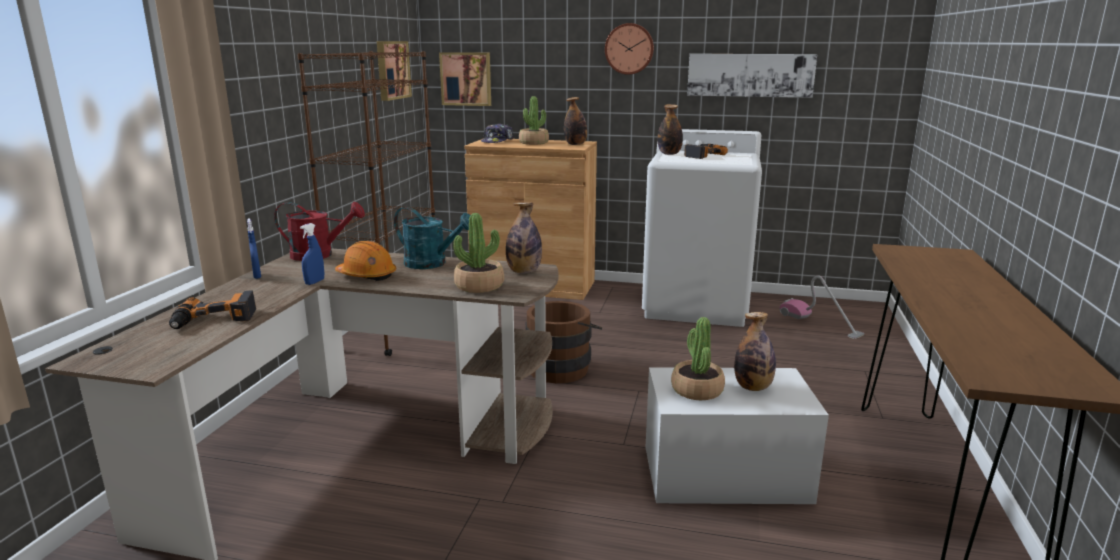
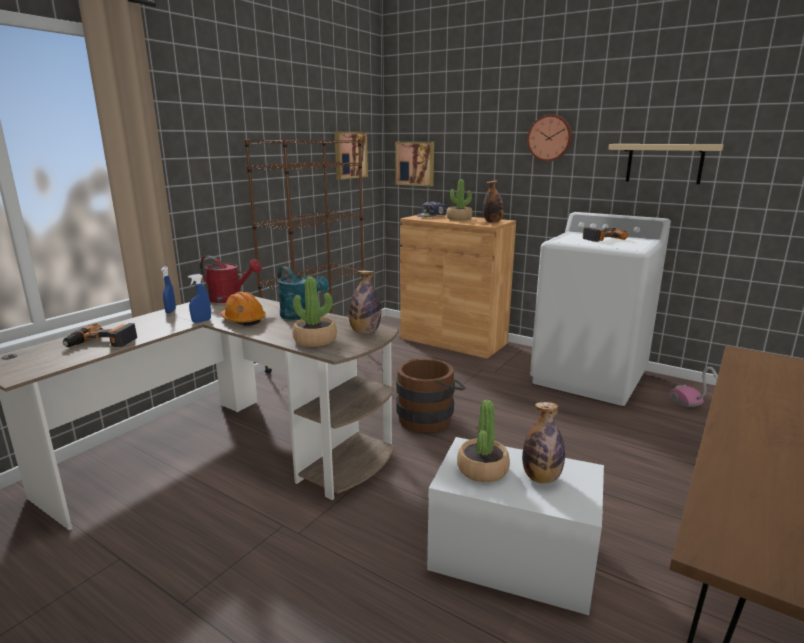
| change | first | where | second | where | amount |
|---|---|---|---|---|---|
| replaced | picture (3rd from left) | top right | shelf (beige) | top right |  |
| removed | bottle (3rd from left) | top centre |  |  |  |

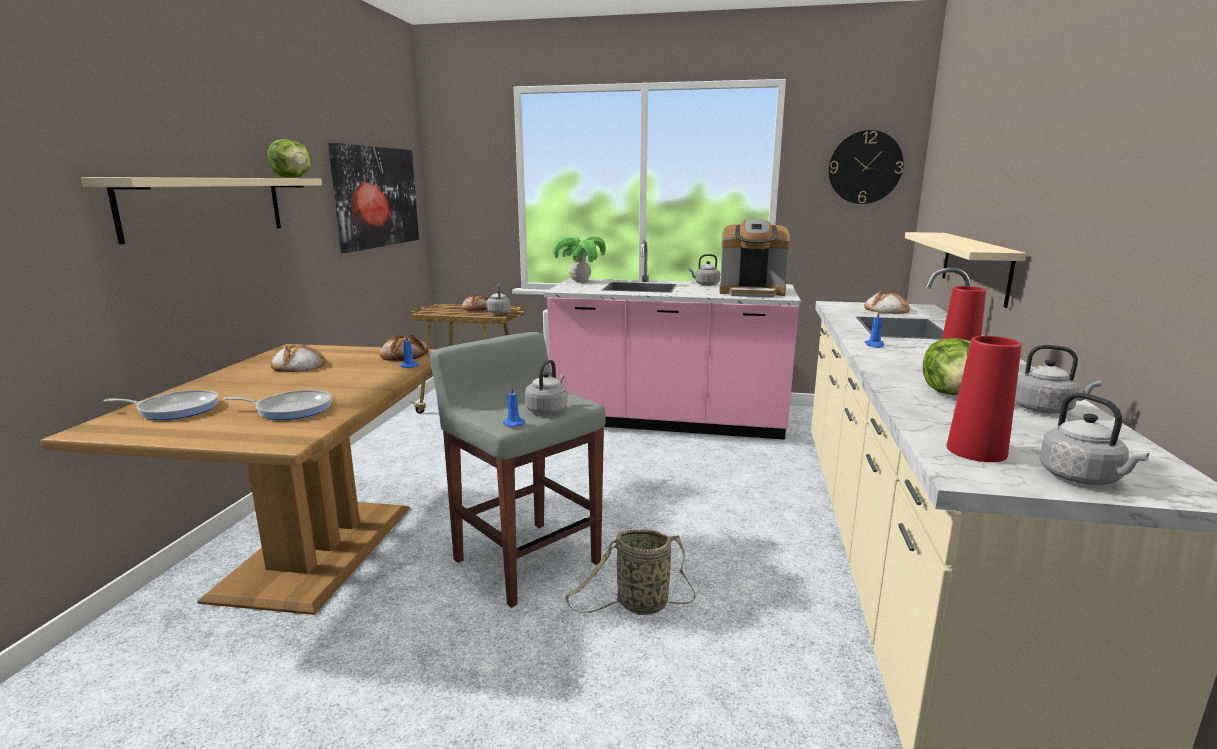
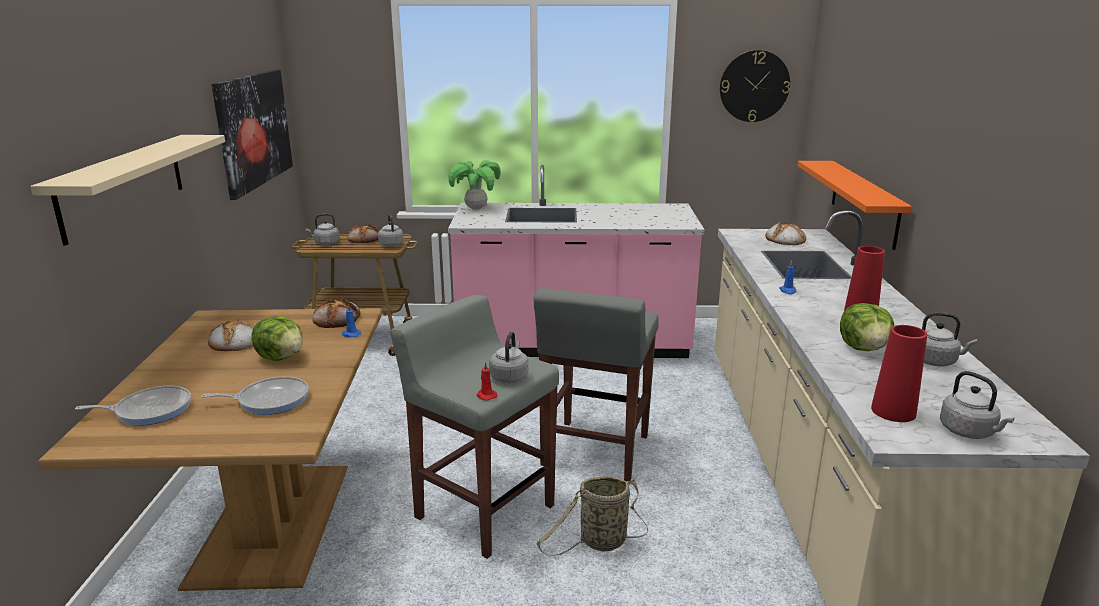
| change | first | where | second | where | amount |
|---|---|---|---|---|---|
| moved | lettuce (1st from left) | top left |  | middle left |  |
| moved | kettle (grey) (3rd from left in the first image) | centre | kettle (grey) (1st from left) | middle left |  |
| recoloured | candle (blue) (2nd from left) | centre | candle (red) | centre |  |
| added |  |  | stool (grey) (2nd from left) | centre |  |
| recoloured | shelf (beige) (2nd from left) | middle right | shelf (orange) | middle right |  |
| removed | coffee machine | centre |  |  |  |

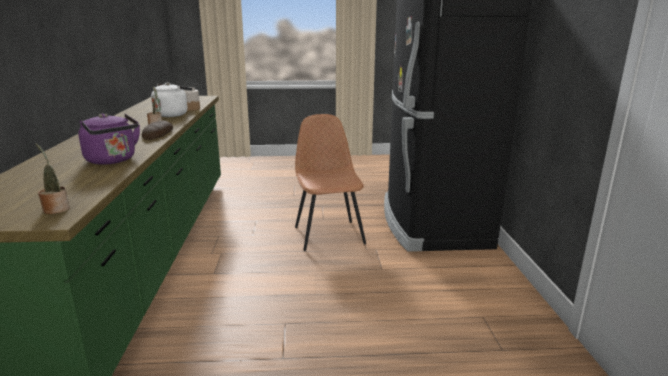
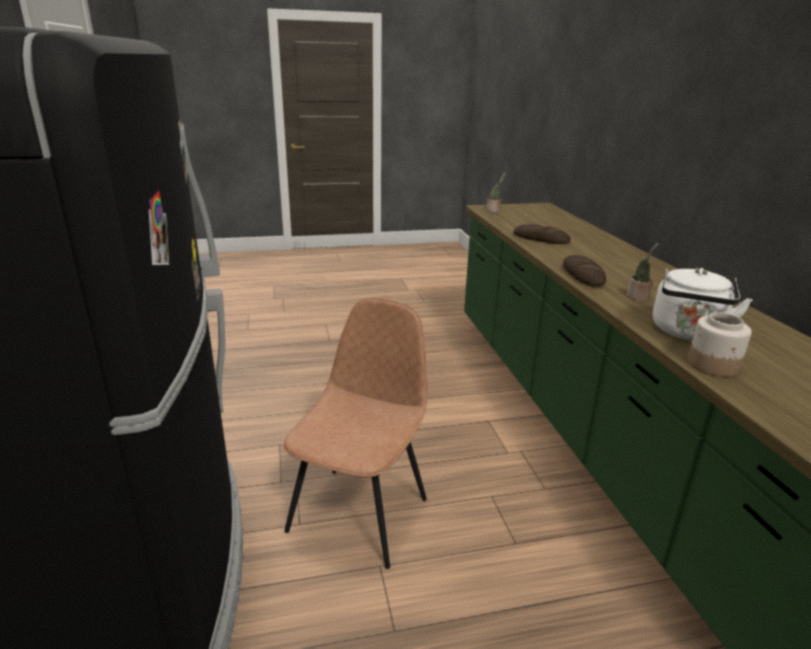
| change | first | where | second | where | amount |
|---|---|---|---|---|---|
| turned | chair (brown) | centre |  | bottom centre | 135 degrees counterclockwise |
| replaced | kettle (purple) | middle left | bread (1st from left) | middle right |  |

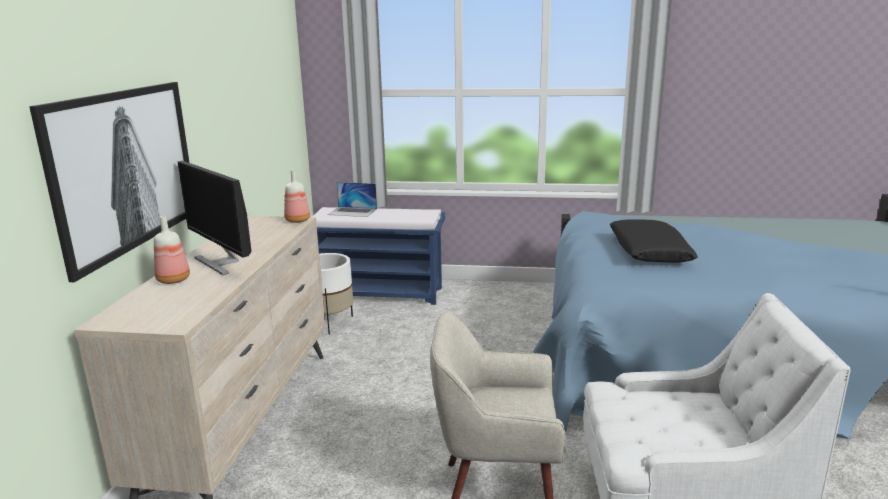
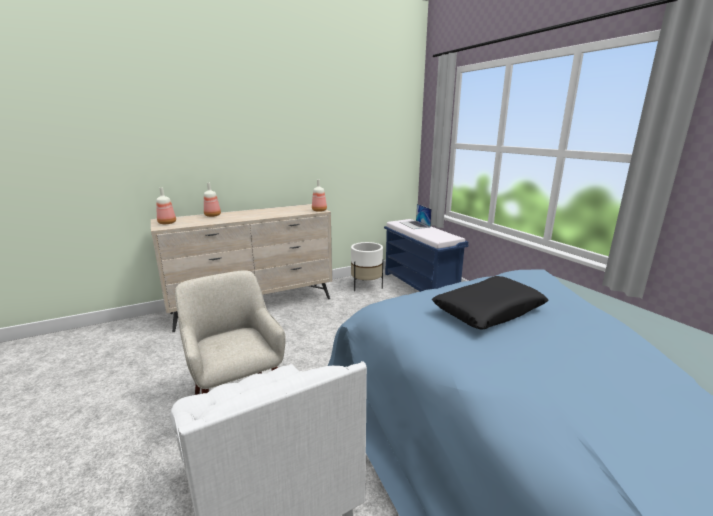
| change | first | where | second | where | amount |
|---|---|---|---|---|---|
| added |  |  | bottle (1st from left) | middle left |  |
| removed | picture | middle left |  |  |  |
| removed | monitor | middle left |  |  |  |

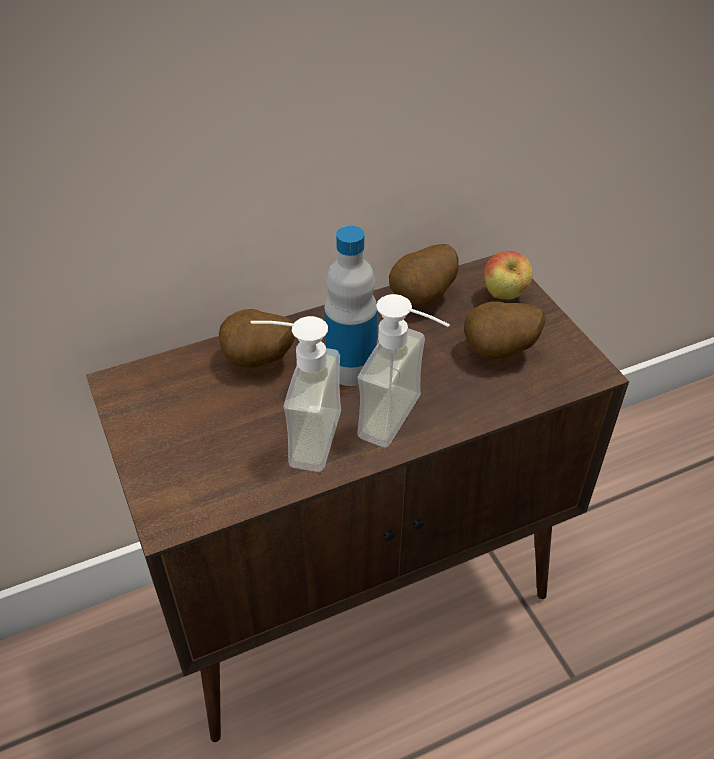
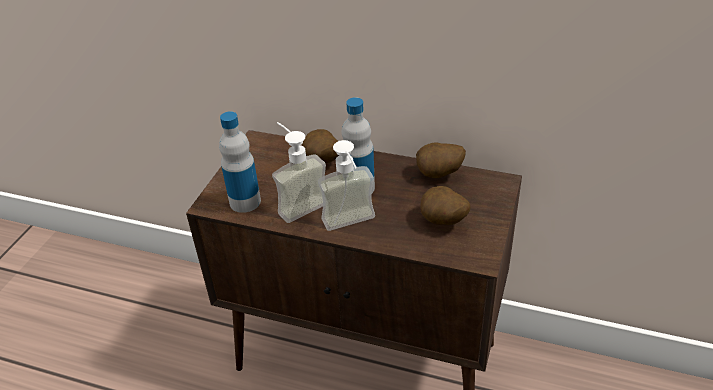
| change | first | where | second | where | amount |
|---|---|---|---|---|---|
| added |  |  | bottle (1st from left) | centre |  |
| removed | apple | middle right |  |  |  |

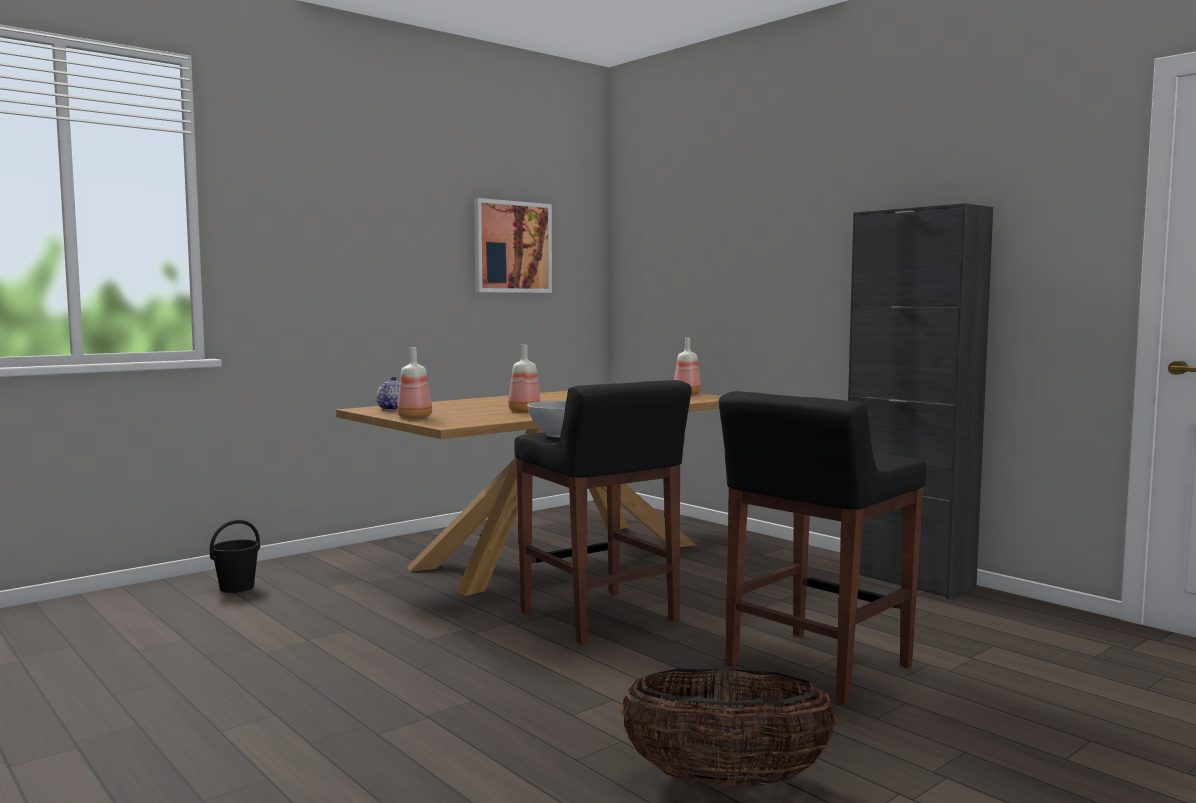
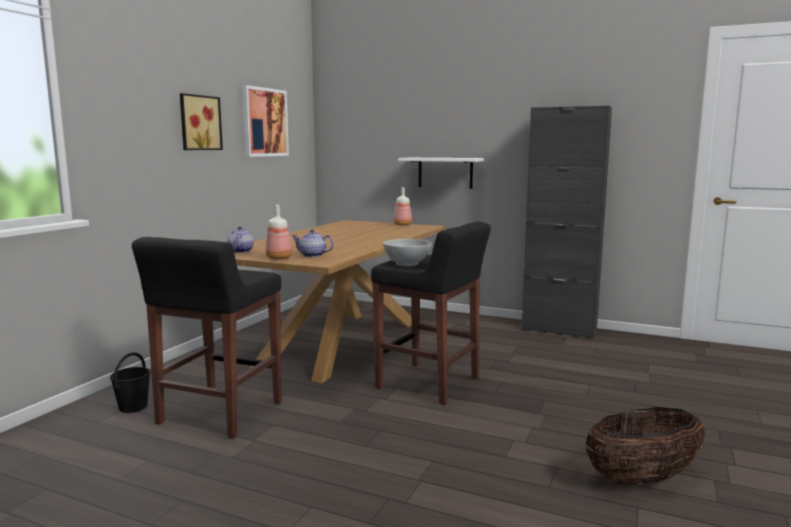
| change | first | where | second | where | amount |
|---|---|---|---|---|---|
| moved | stool (black) (2nd from left in the first image) | bottom right | stool (black) (1st from left) | middle left |  |
| added |  |  | picture (1st from left) | top left |  |
| added |  |  | teapot (2nd from left) | centre |  |
| added |  |  | shelf (white) | top centre |  |
| removed | bottle (2nd from left) | centre |  |  |  |

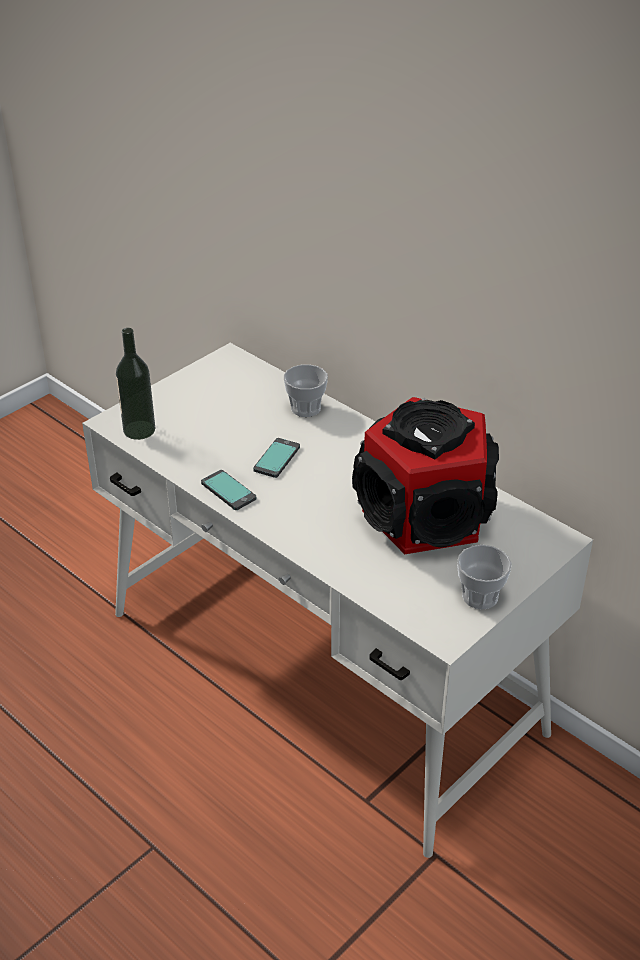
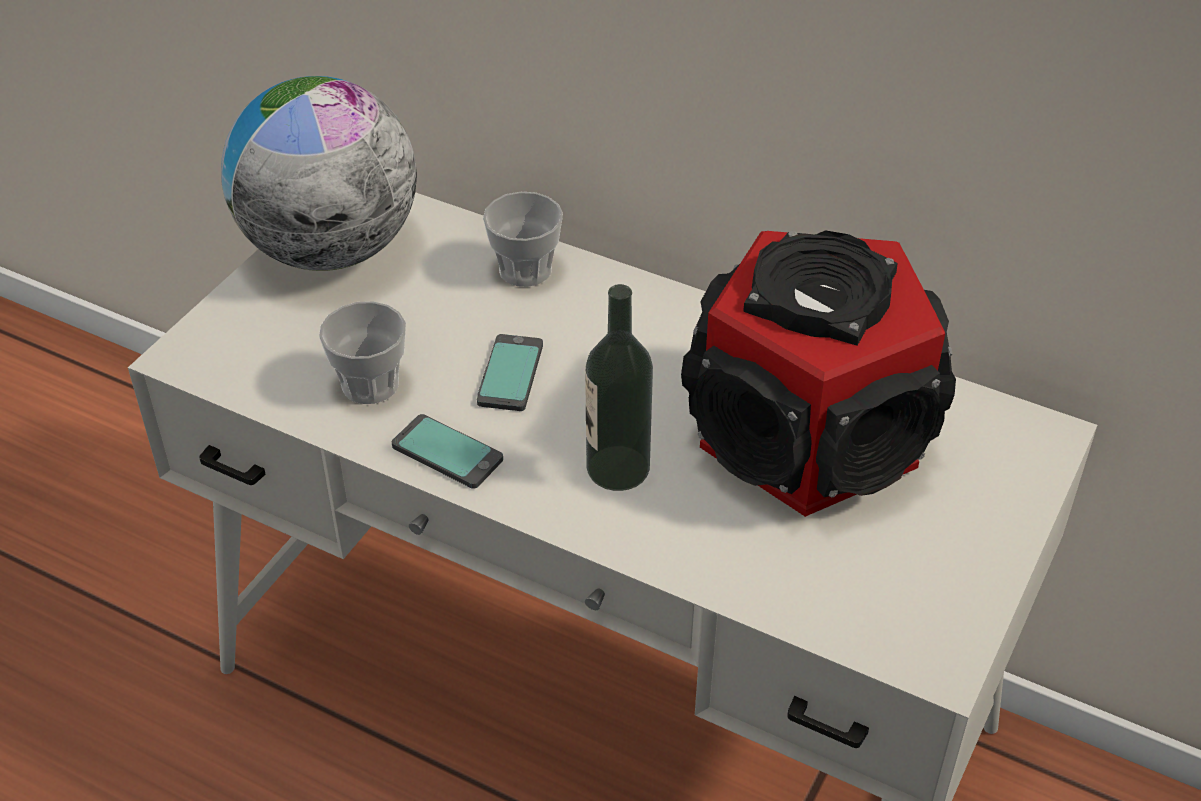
| change | first | where | second | where | amount |
|---|---|---|---|---|---|
| added |  |  | globe | top left |  |
| moved | cup (2nd from left in the first image) | middle right | cup (1st from left) | middle left |  |
| moved | bottle | middle left |  | centre |  |

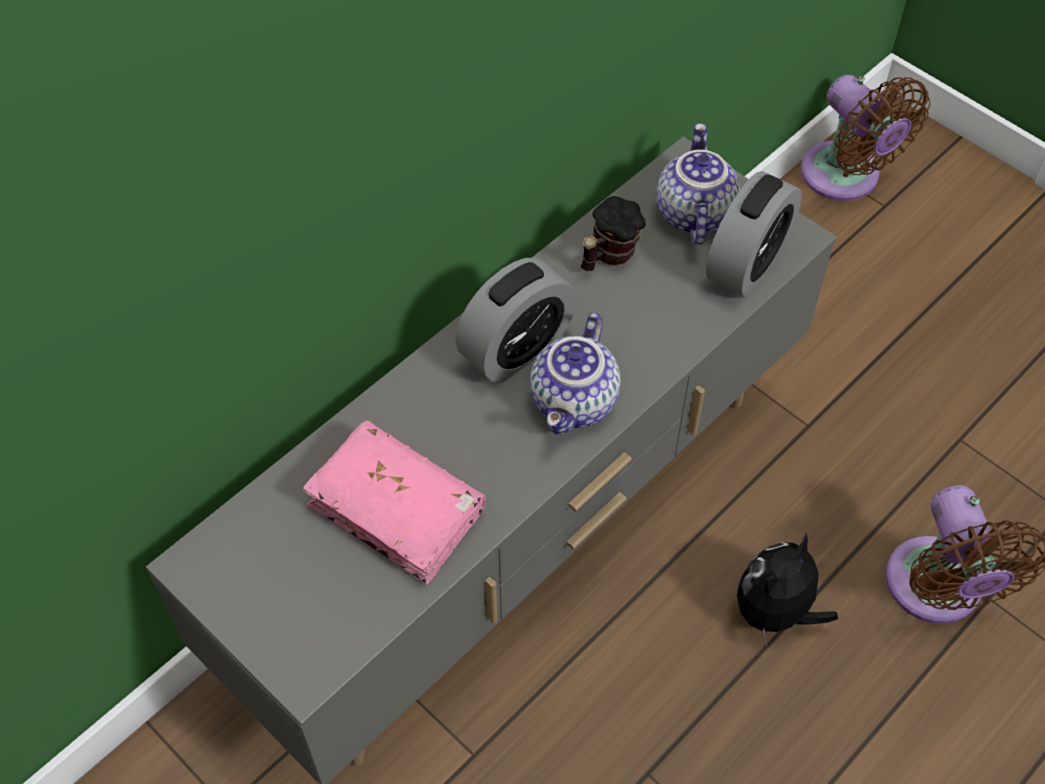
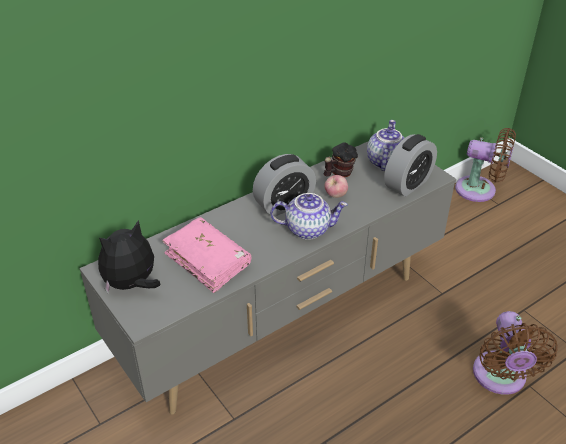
| change | first | where | second | where | amount |
|---|---|---|---|---|---|
| moved | plush toy | bottom right |  | middle left |  |
| turned | teapot (1st from left) | centre |  | centre | 120 degrees counterclockwise |
| added |  |  | apple | centre |  |
| turned | fan (brown) (1st from left) | top right |  | middle right | 45 degrees counterclockwise |

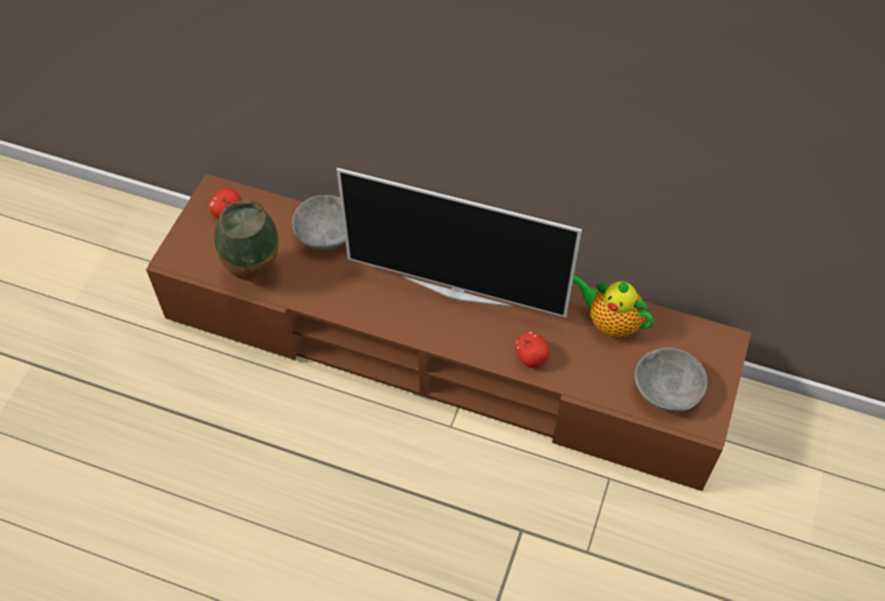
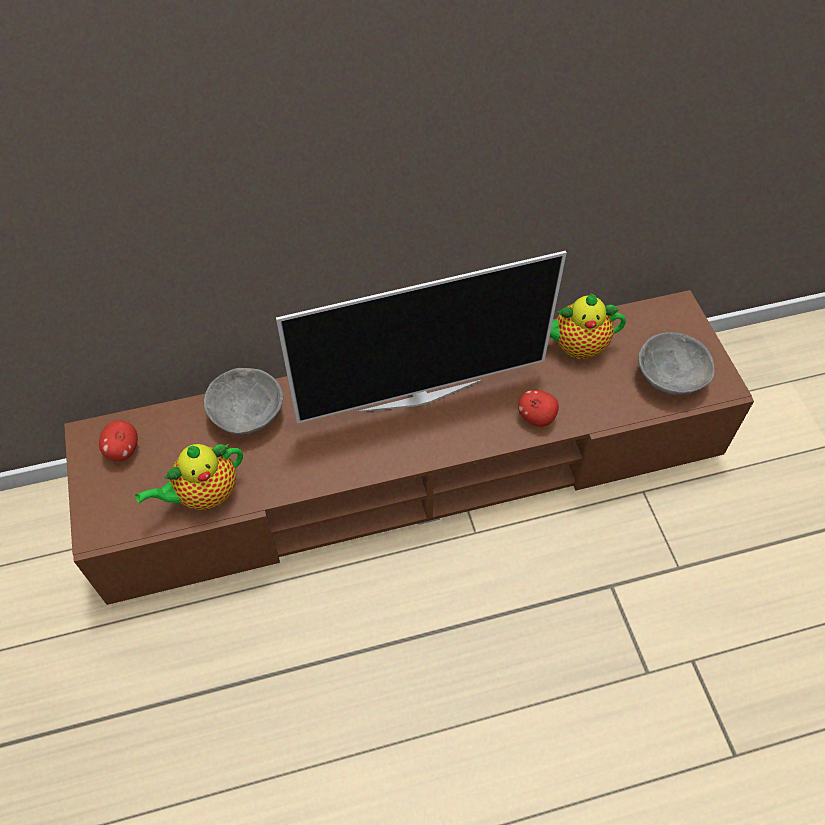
| change | first | where | second | where | amount |
|---|---|---|---|---|---|
| replaced | vase | middle left | teapot (1st from left) | middle left |  |

